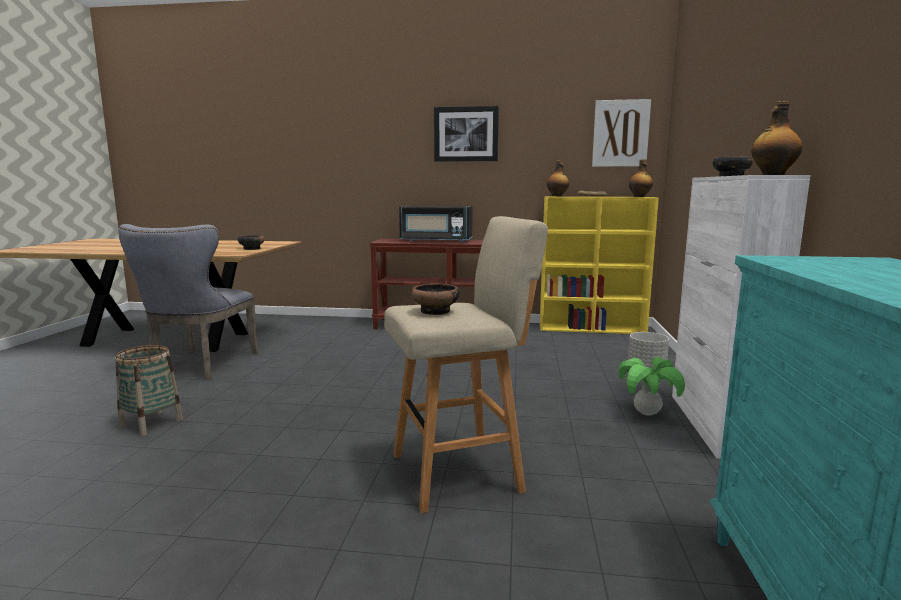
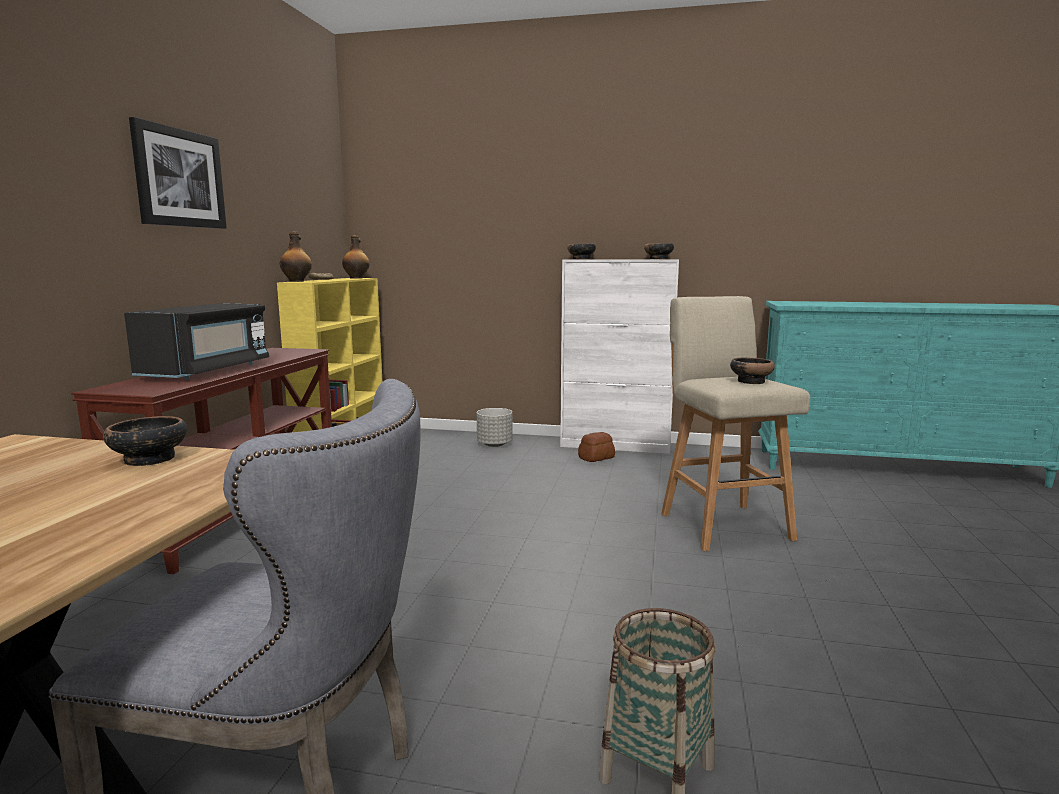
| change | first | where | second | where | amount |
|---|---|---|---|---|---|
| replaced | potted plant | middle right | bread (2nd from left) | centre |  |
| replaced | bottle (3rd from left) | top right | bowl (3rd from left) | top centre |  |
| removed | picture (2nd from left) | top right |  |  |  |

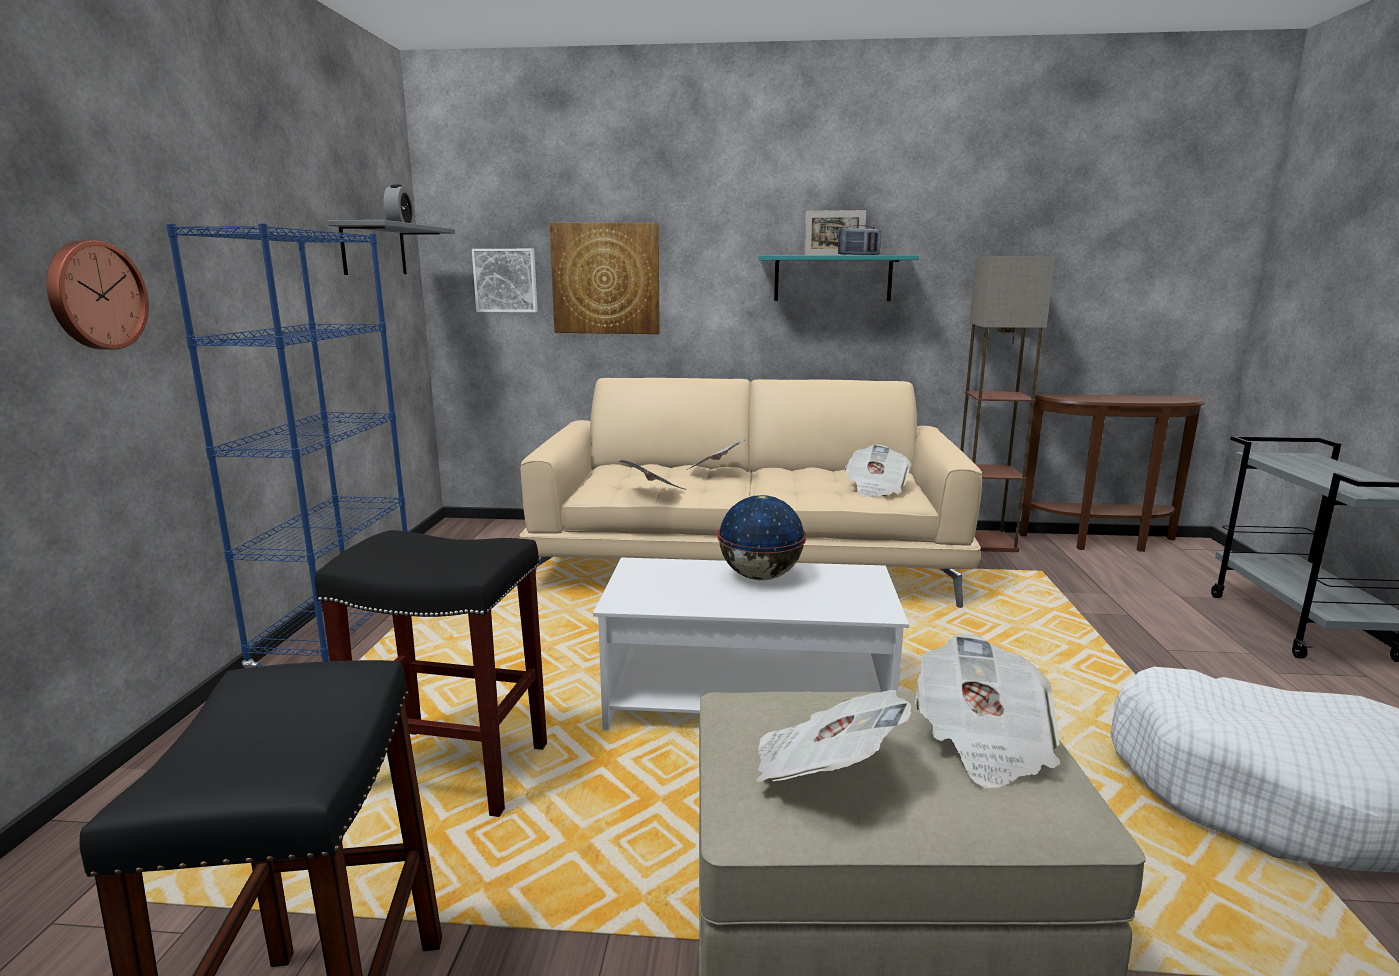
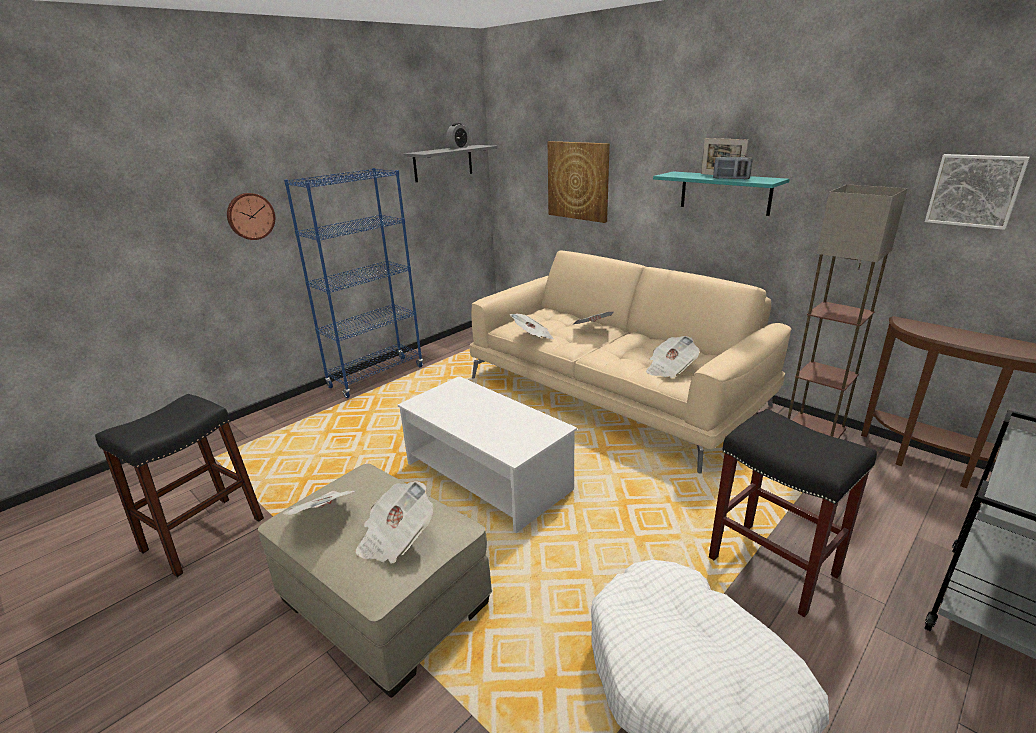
| change | first | where | second | where | amount |
|---|---|---|---|---|---|
| moved | stool (black) (2nd from left) | bottom left |  | bottom right |  |
| moved | picture (1st from left in the first image) | top centre | picture (2nd from left) | top right |  |
| removed | globe | centre |  |  |  |

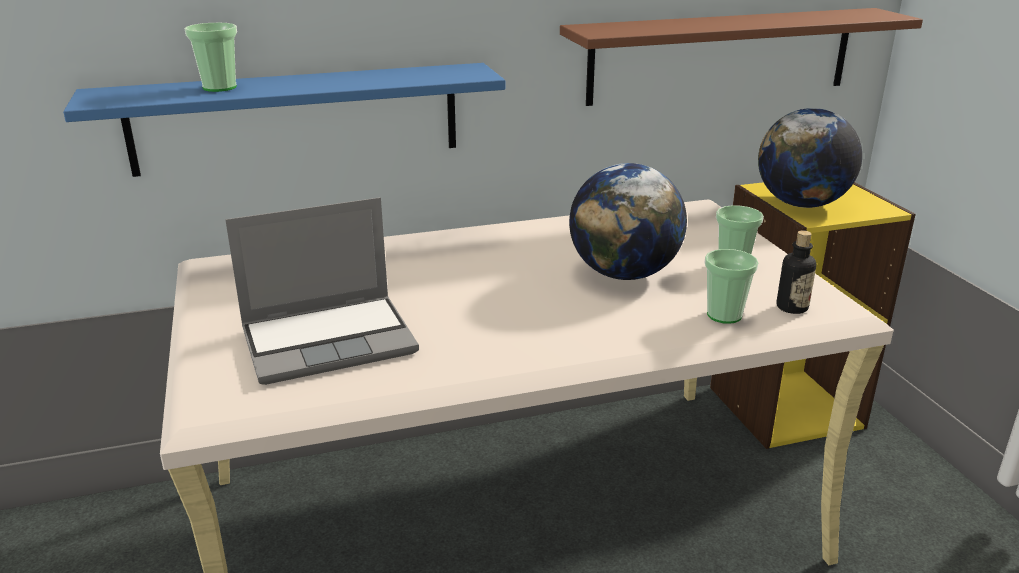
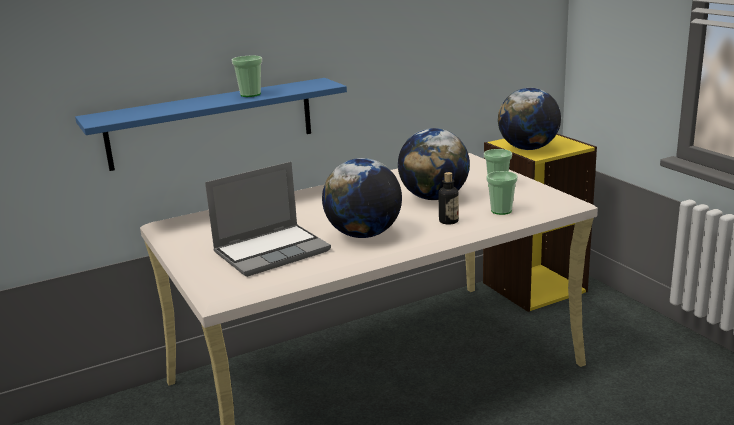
| change | first | where | second | where | amount |
|---|---|---|---|---|---|
| moved | cup (1st from left) | top left |  | top centre |  |
| added |  |  | globe (1st from left) | centre |  |
| moved | bottle | middle right |  | centre |  |
| removed | shelf (brown) | top right |  |  |  |

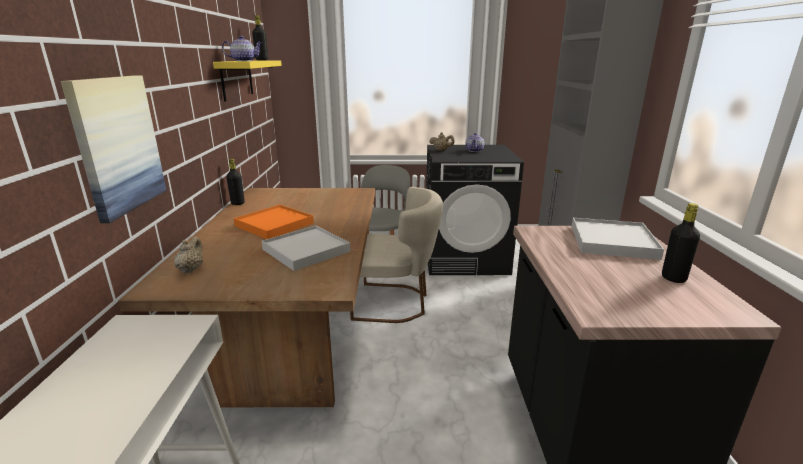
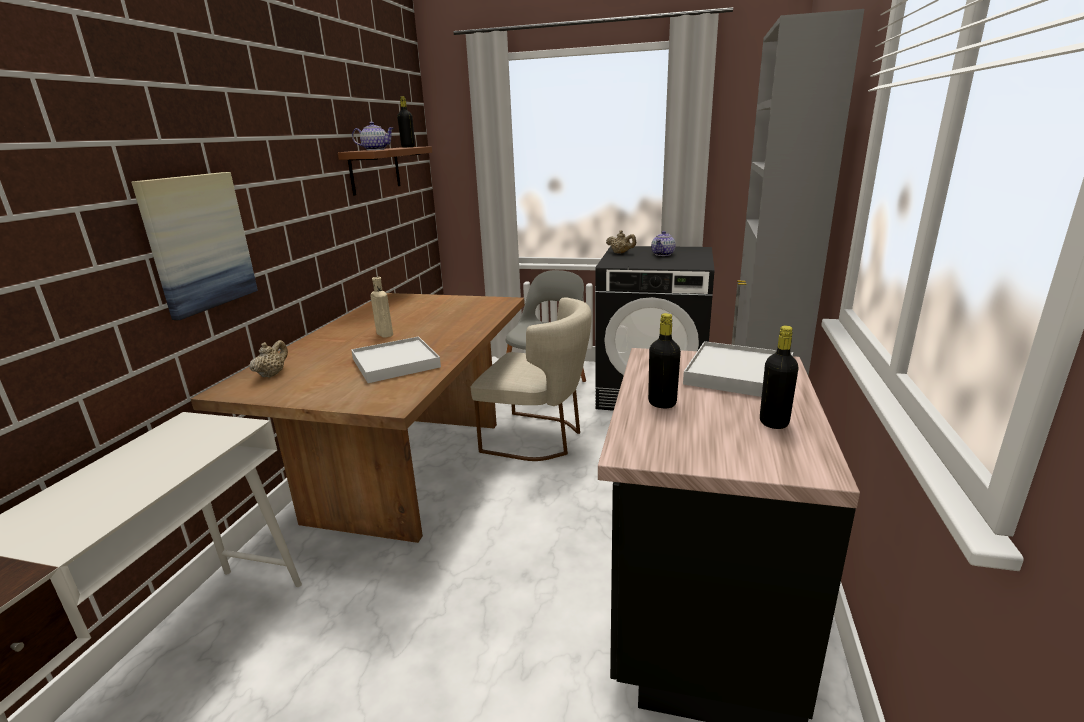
| change | first | where | second | where | amount |
|---|---|---|---|---|---|
| recoloured | shelf (yellow) | top left | shelf (brown) | top centre |  |
| replaced | tray (orange) | centre | bottle (beige) | centre |  |
| moved | bottle (black) (1st from left in the first image) | middle left | bottle (black) (2nd from left) | centre |  |

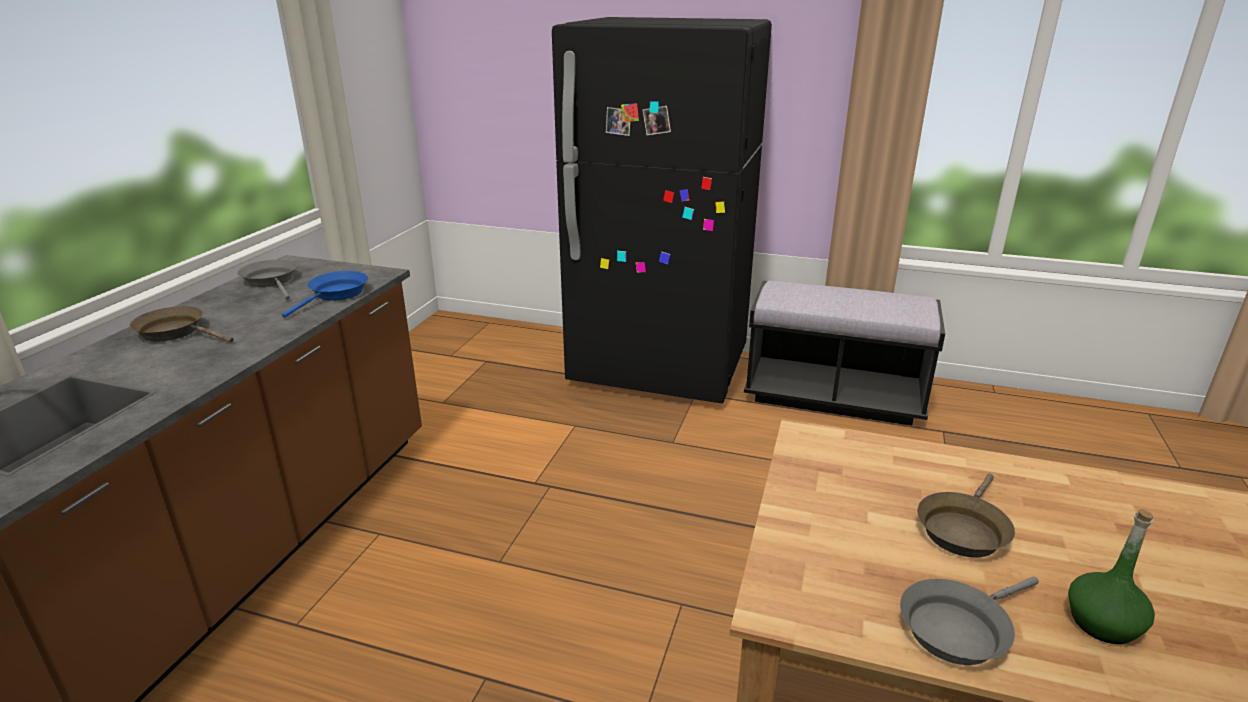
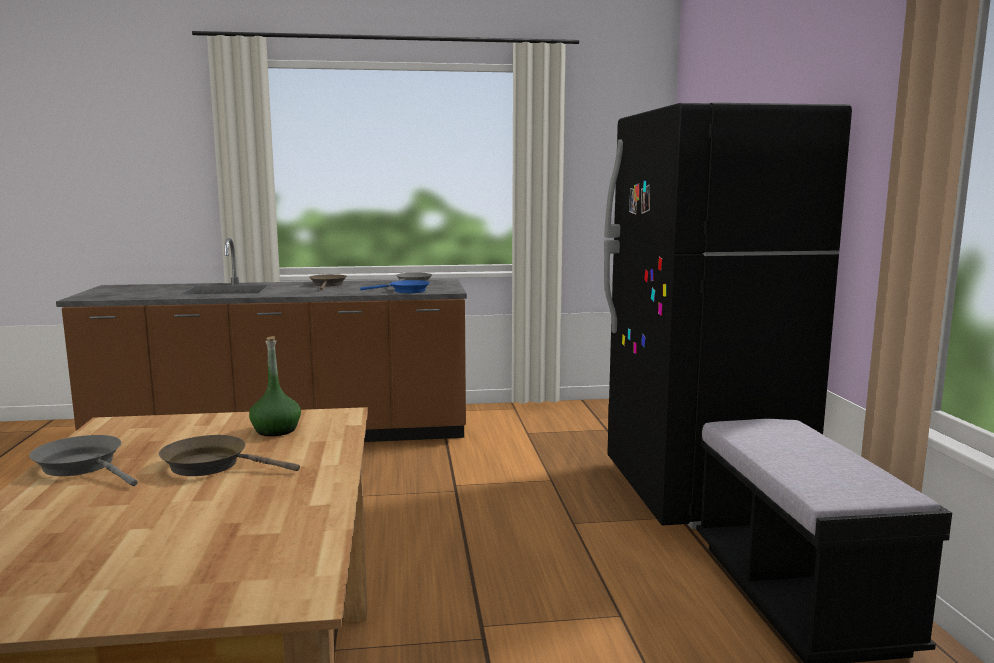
| change | first | where | second | where | amount |
|---|---|---|---|---|---|
| moved | bottle (green) | bottom right |  | middle left |  |

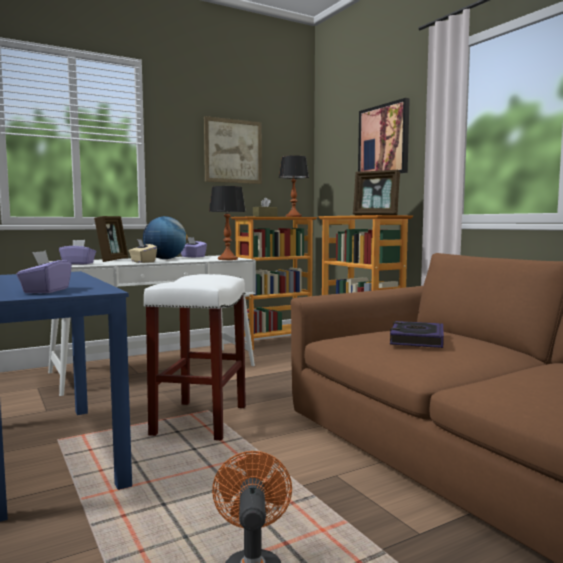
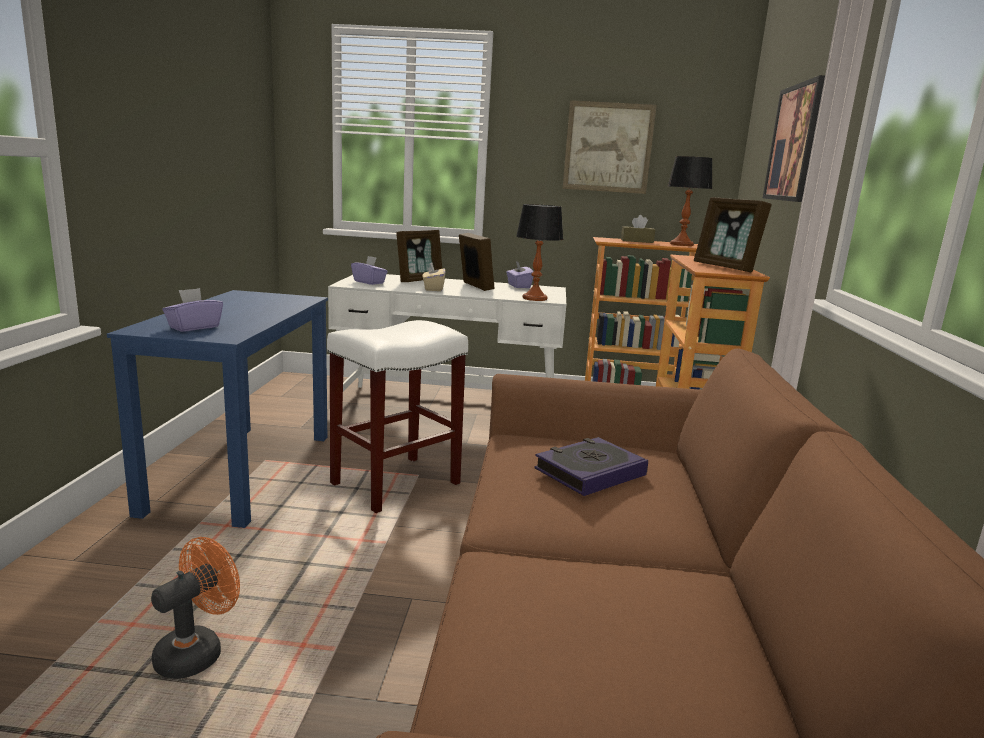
| change | first | where | second | where | amount |
|---|---|---|---|---|---|
| replaced | globe | middle left | picture frame (2nd from left) | centre |  |

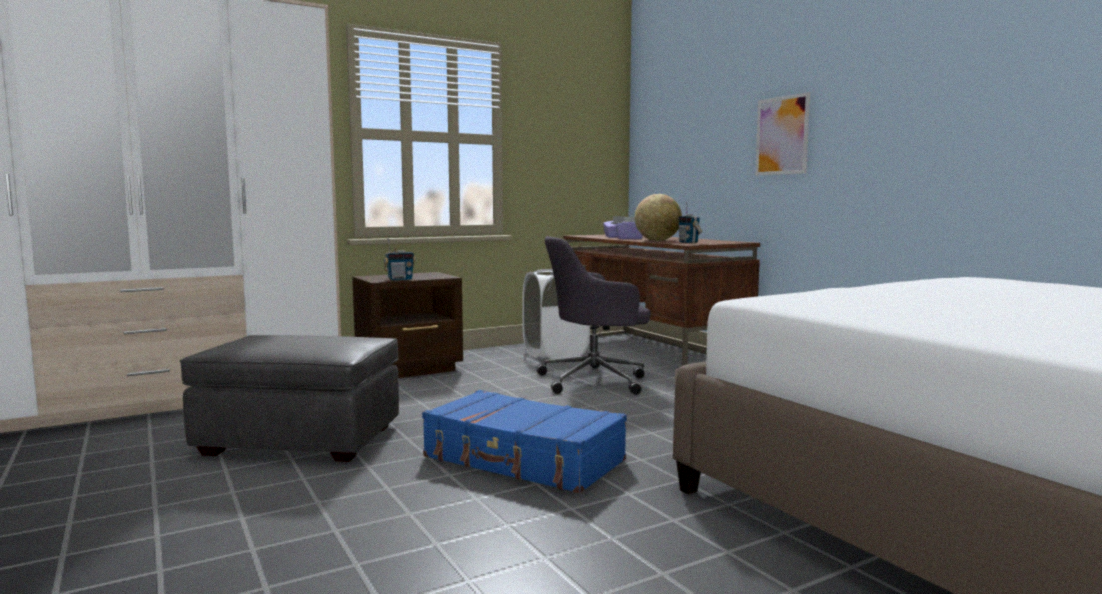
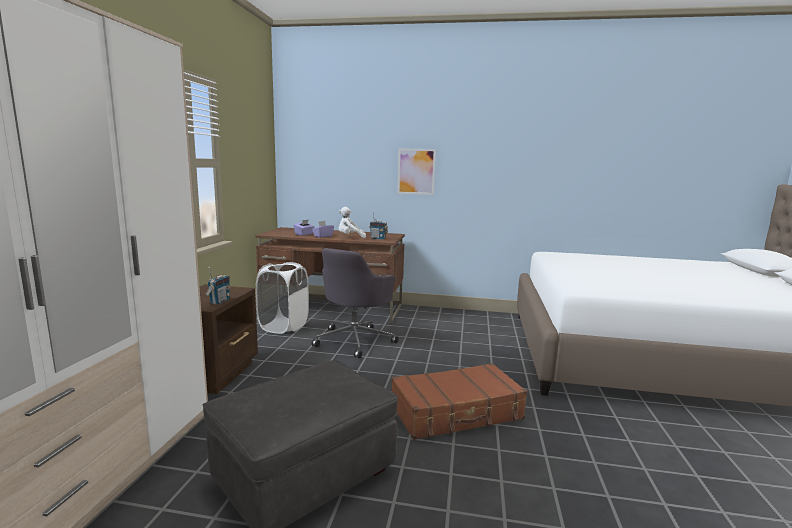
| change | first | where | second | where | amount |
|---|---|---|---|---|---|
| replaced | globe | centre | plush toy (white) | centre |  |
| recoloured | suitcase (blue) | bottom centre | suitcase (brown) | bottom centre |  |

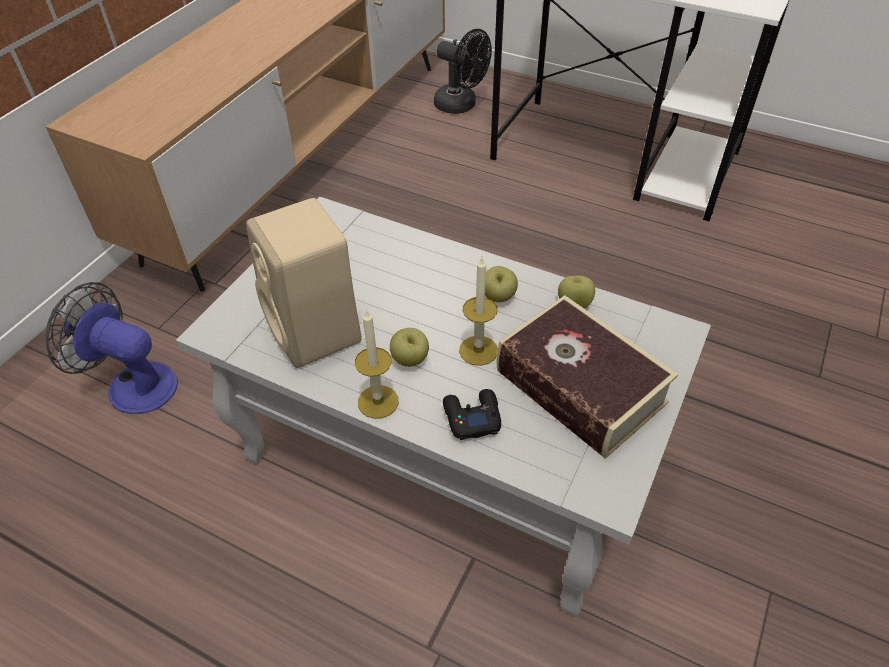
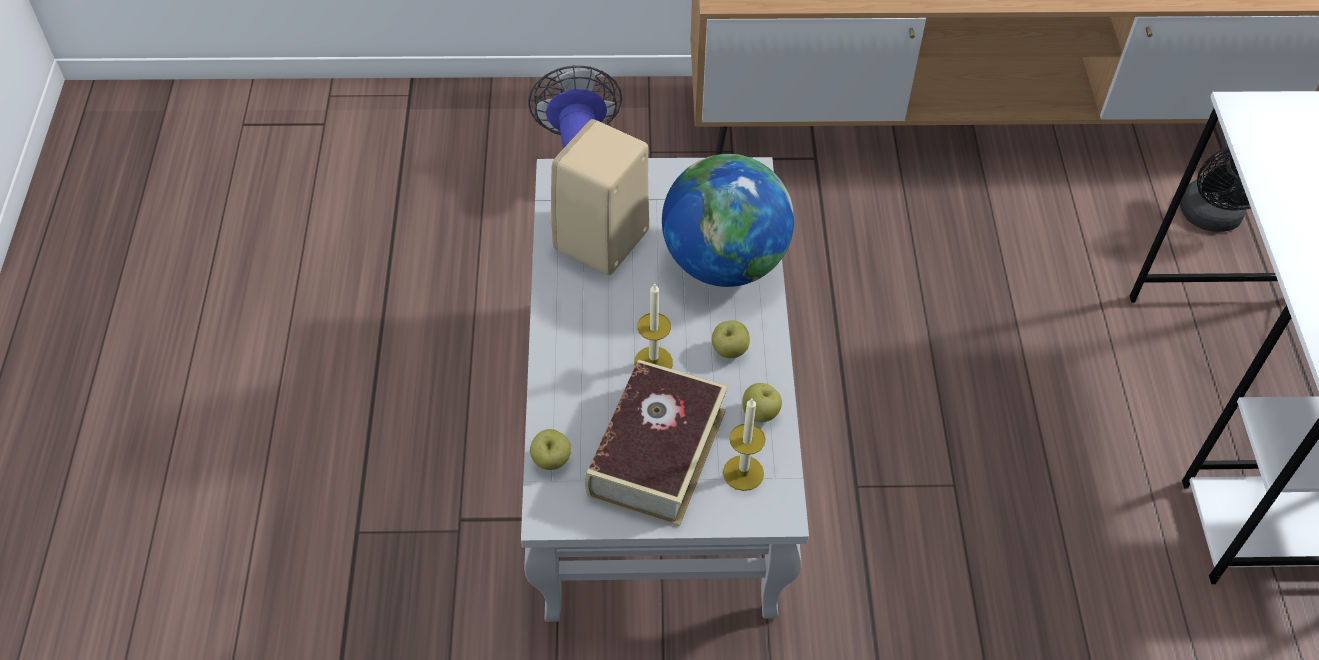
| change | first | where | second | where | amount |
|---|---|---|---|---|---|
| moved | apple (1st from left) | centre |  | bottom centre |  |
| added |  |  | globe | centre |  |
| moved | candle (1st from left in the first image) | centre | candle (2nd from left) | bottom centre |  |
| removed | game controller (black) | centre |  |  |  |

